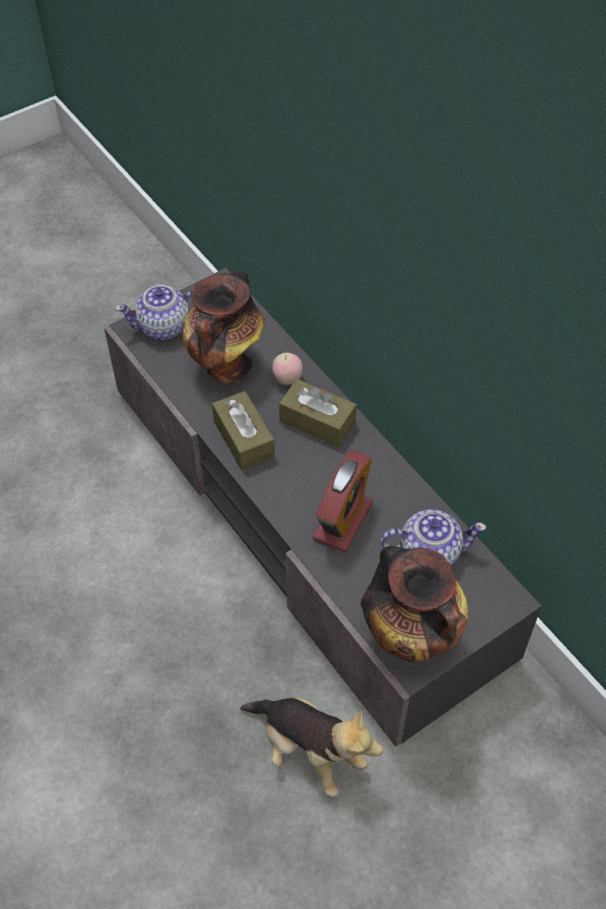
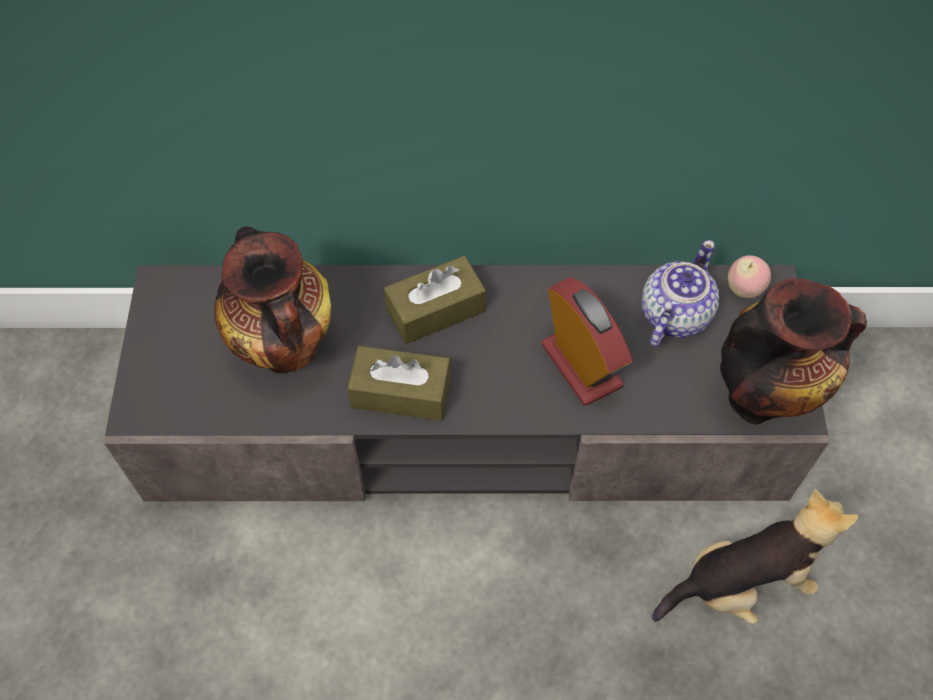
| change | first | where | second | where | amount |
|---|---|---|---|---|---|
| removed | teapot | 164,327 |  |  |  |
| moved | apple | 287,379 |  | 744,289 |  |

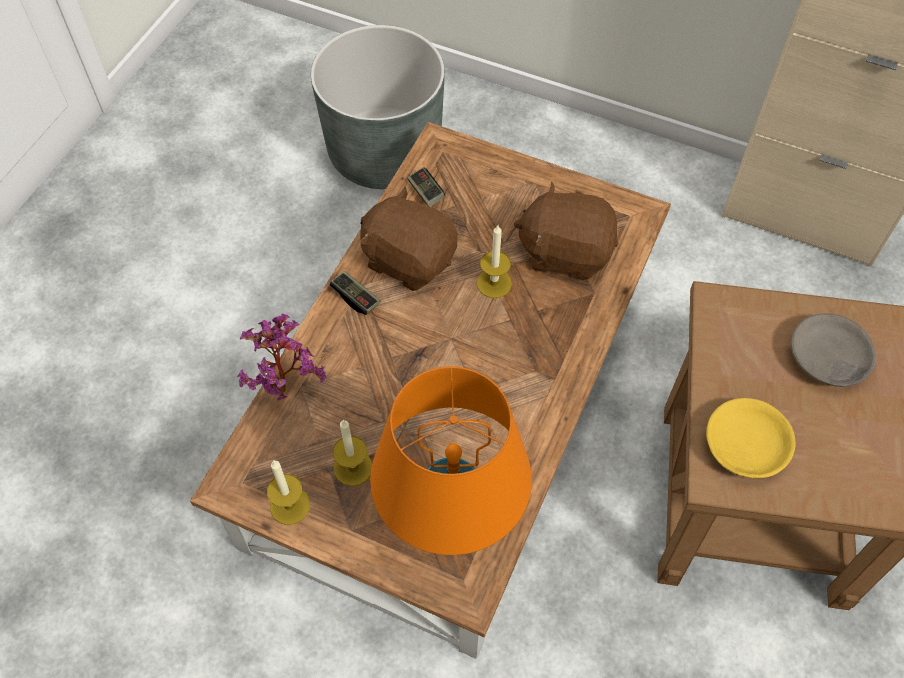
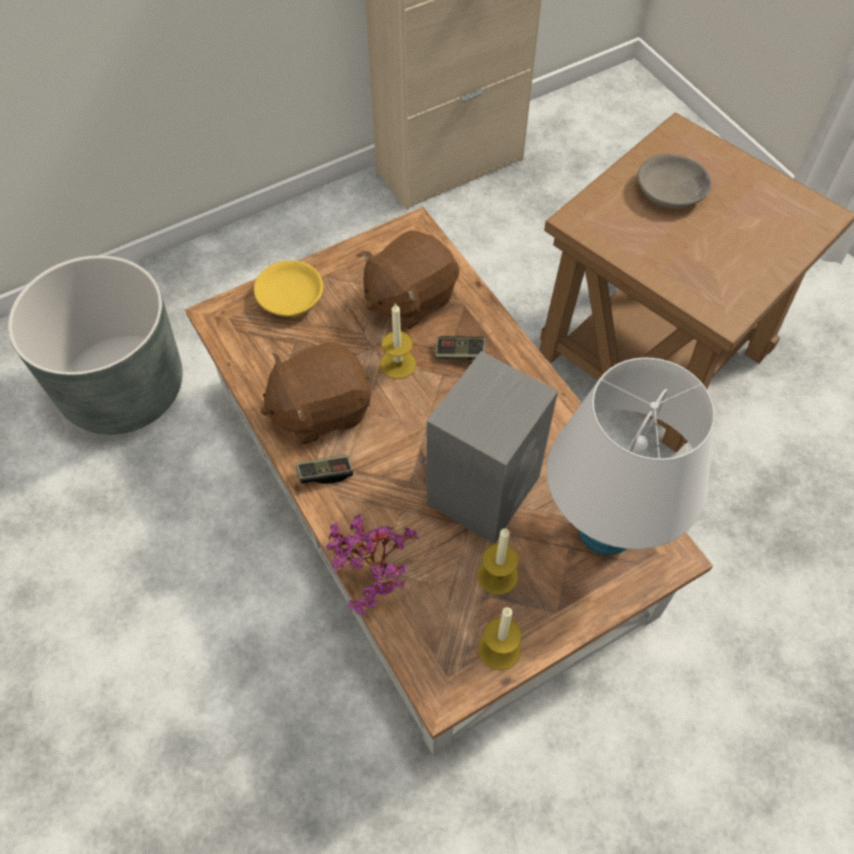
| change | first | where | second | where | amount |
|---|---|---|---|---|---|
| moved | game controller | 426,192 |  | 460,354 |  |
| recoloured | orange table lamp | 451,526 | white table lamp | 604,532 |  |
| moved | yellow bowl | 744,446 |  | 290,298 |  |
| added |  |  | grey speaker | 485,488 |  |

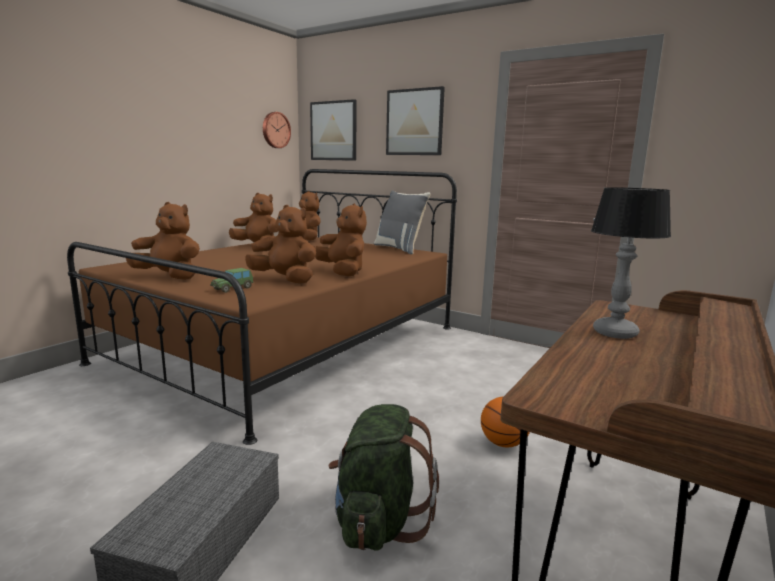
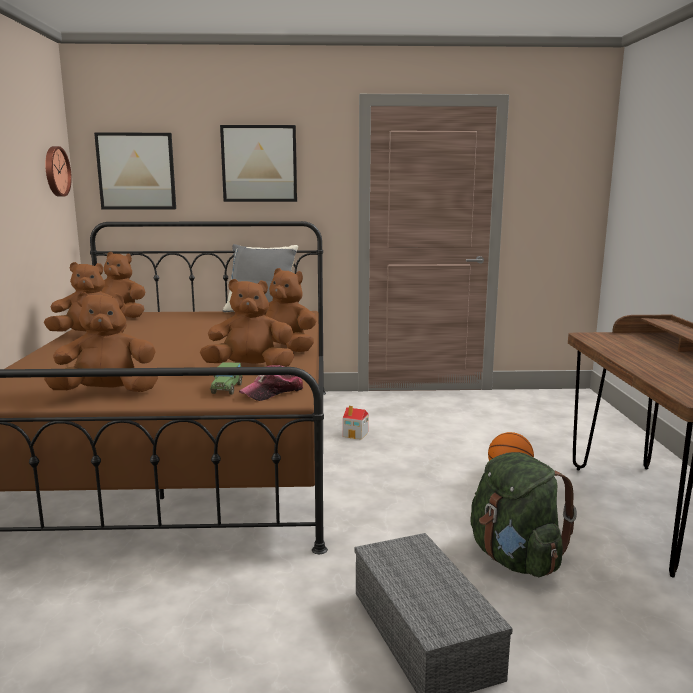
| change | first | where | second | where | amount |
|---|---|---|---|---|---|
| removed | table lamp | 614,333 |  |  |  |
| added |  |  | cap | 273,392 |  |
| added |  |  | toy house | 356,434 |  |

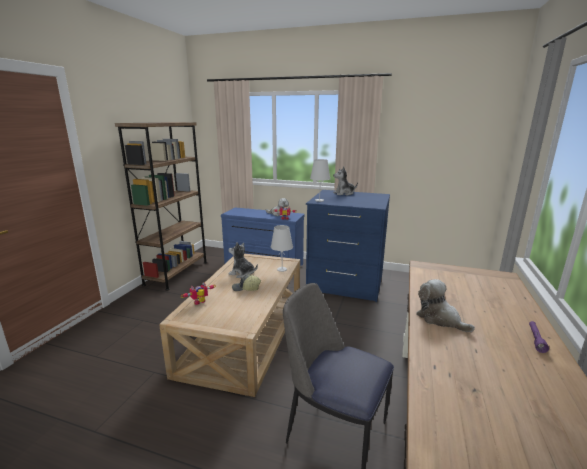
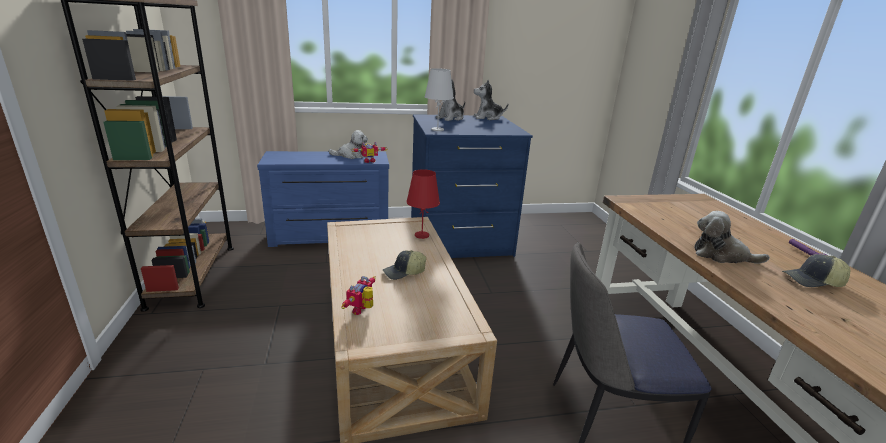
| change | first | where | second | where | amount |
|---|---|---|---|---|---|
| recoloured | white table lamp | 282,269 | red table lamp | 422,235 |  |
| moved | plush toy | 242,274 |  | 487,118 |  |
| added |  |  | cap | 813,281 |  |

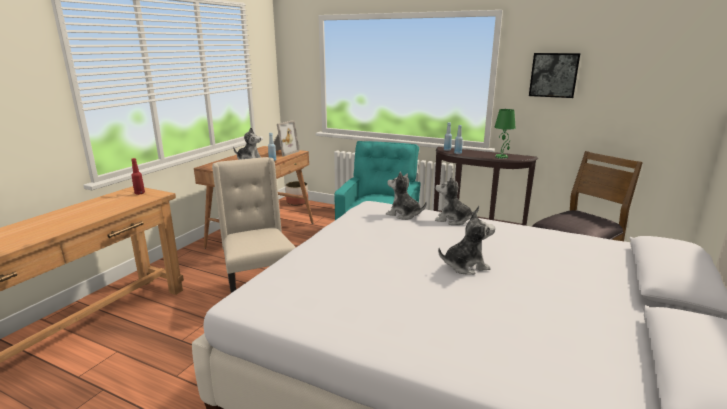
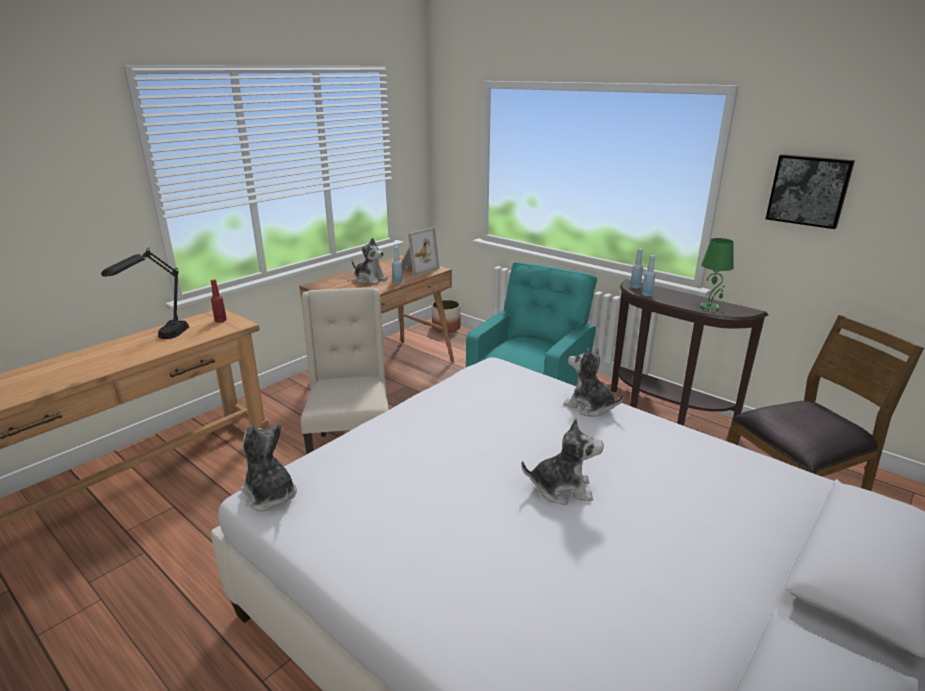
| change | first | where | second | where | amount |
|---|---|---|---|---|---|
| moved | plush toy | 404,215 |  | 269,495 |  |
| added |  |  | black table lamp | 161,341 |  |

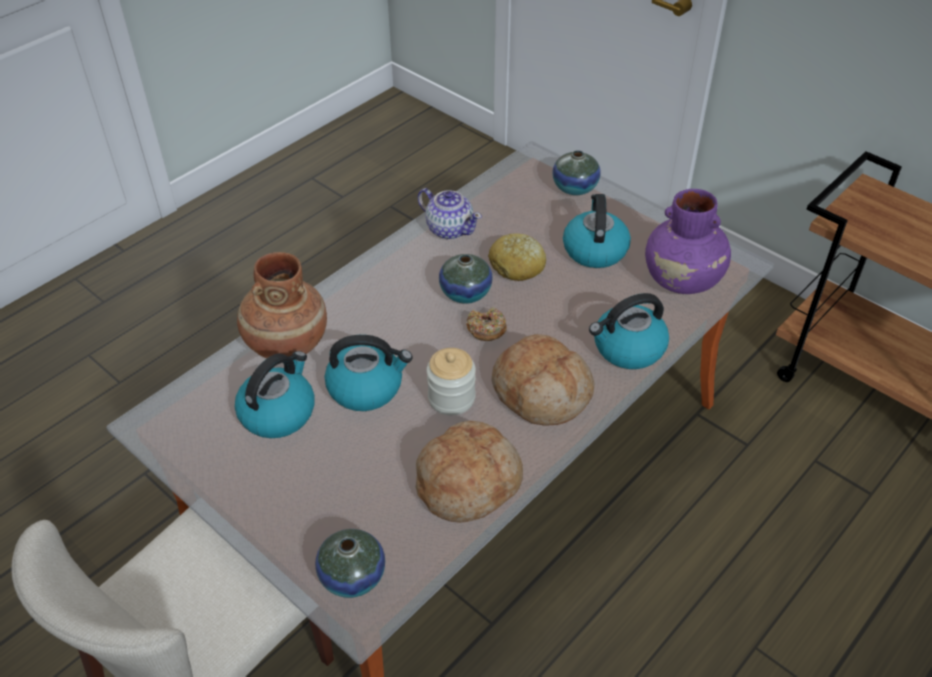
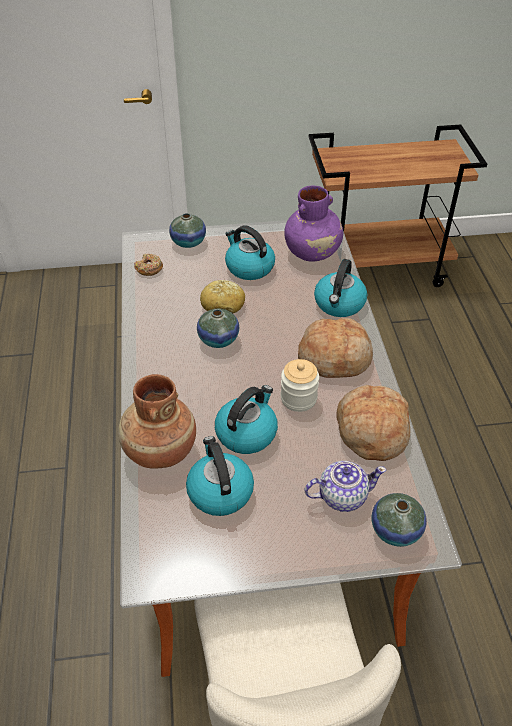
| change | first | where | second | where | amount |
|---|---|---|---|---|---|
| moved | teapot | 449,229 |  | 342,496 |  |
| moved | donut | 486,329 |  | 149,268 |  |

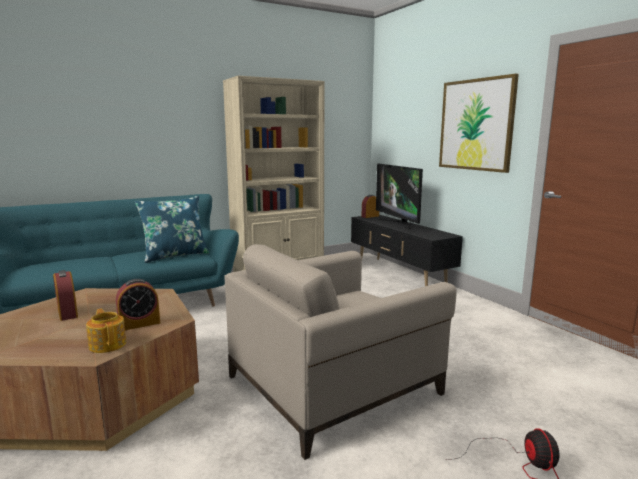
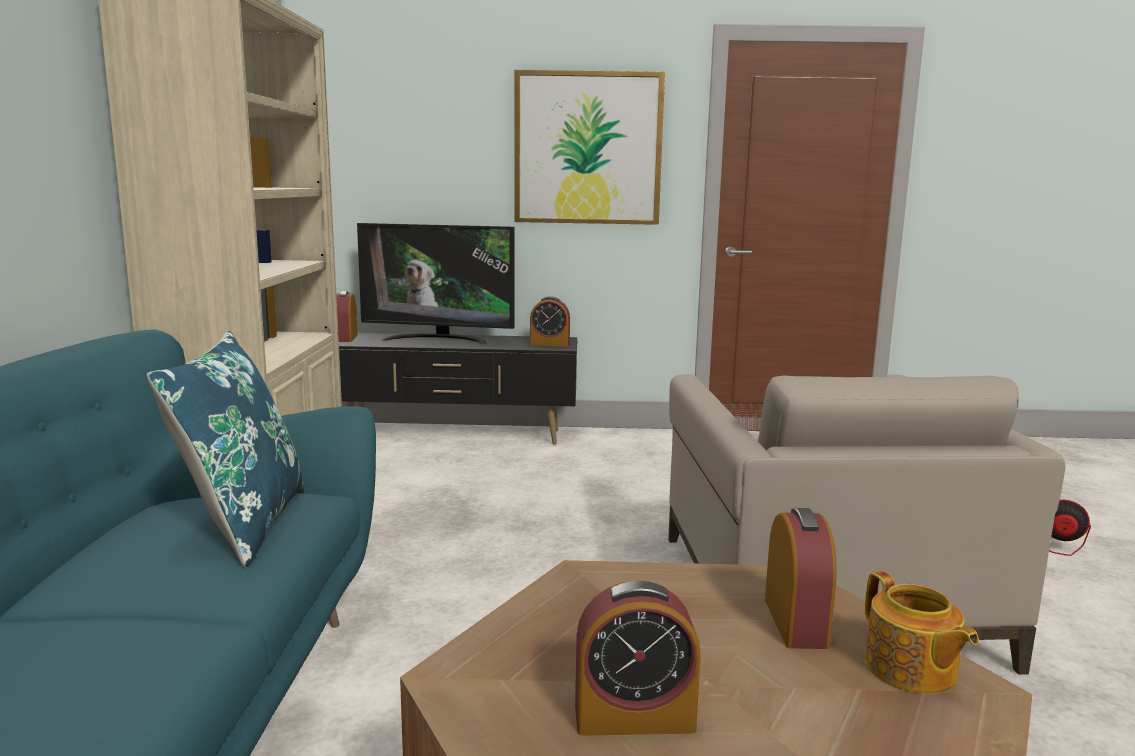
| change | first | where | second | where | amount |
|---|---|---|---|---|---|
| turned | teapot | 108,344 |  | 910,670 | 105 degrees counterclockwise |
| added |  |  | alarm clock | 549,344 |  |

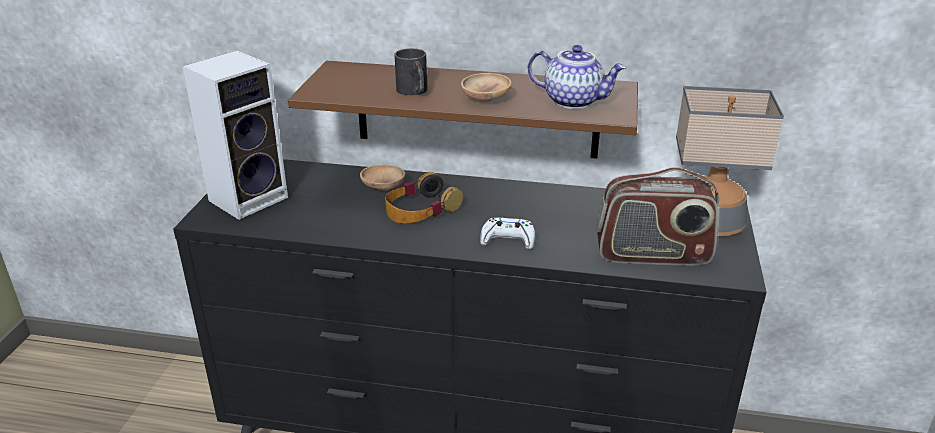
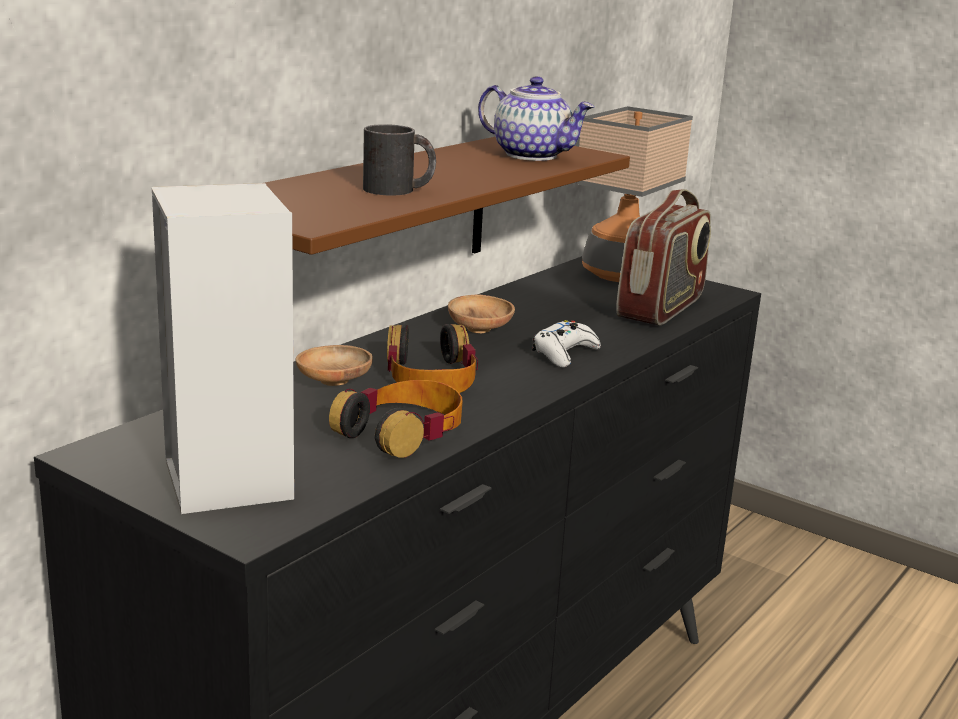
| change | first | where | second | where | amount |
|---|---|---|---|---|---|
| turned | teapot | 574,101 |  | 533,155 | 75 degrees clockwise |
| moved | brown bowl | 486,99 |  | 480,329 |  |
| added |  |  | headphones | 402,431 |  |

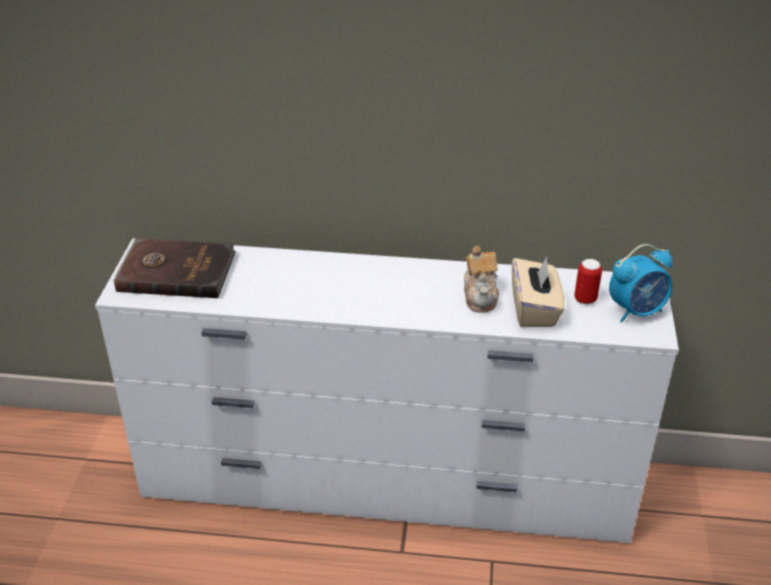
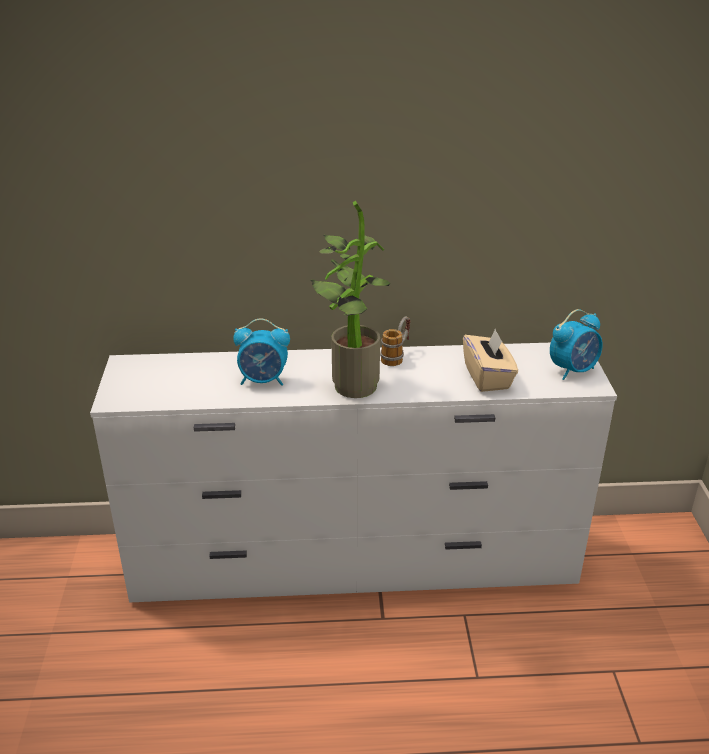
| change | first | where | second | where | amount |
|---|---|---|---|---|---|
| removed | brown book | 176,271 |  |  |  |
| removed | teapot | 480,296 |  |  |  |
| removed | can | 585,299 |  |  |  |
| added |  |  | potted plant | 349,383 |  |
| added |  |  | mug | 397,356 |  |
| added |  |  | alarm clock | 263,380 |  |

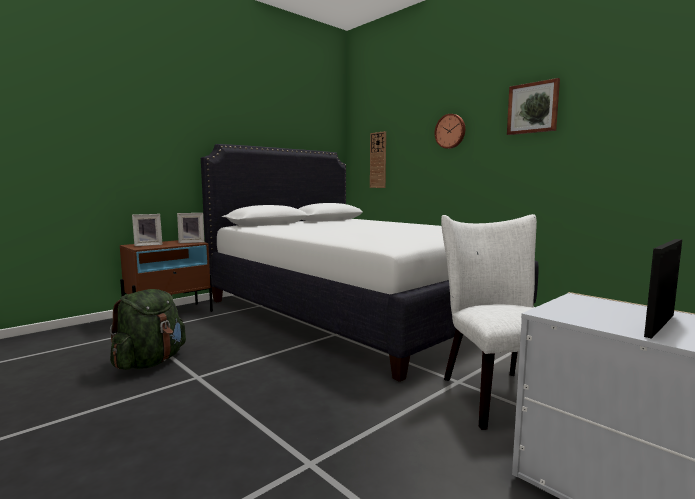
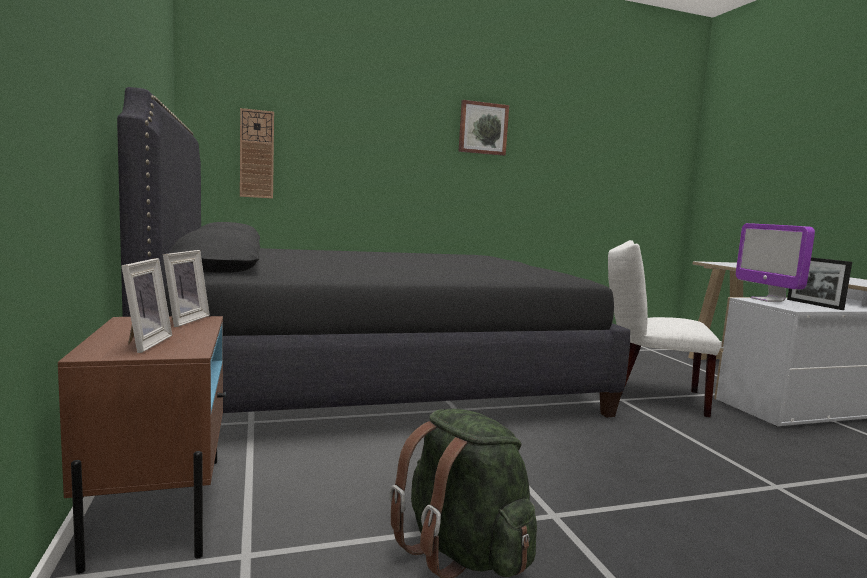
| change | first | where | second | where | amount |
|---|---|---|---|---|---|
| removed | wall clock | 450,131 |  |  |  |
| recoloured | white bed | 358,309 | black bed | 373,379 |  |
| added |  |  | monitor | 767,300 |  |

